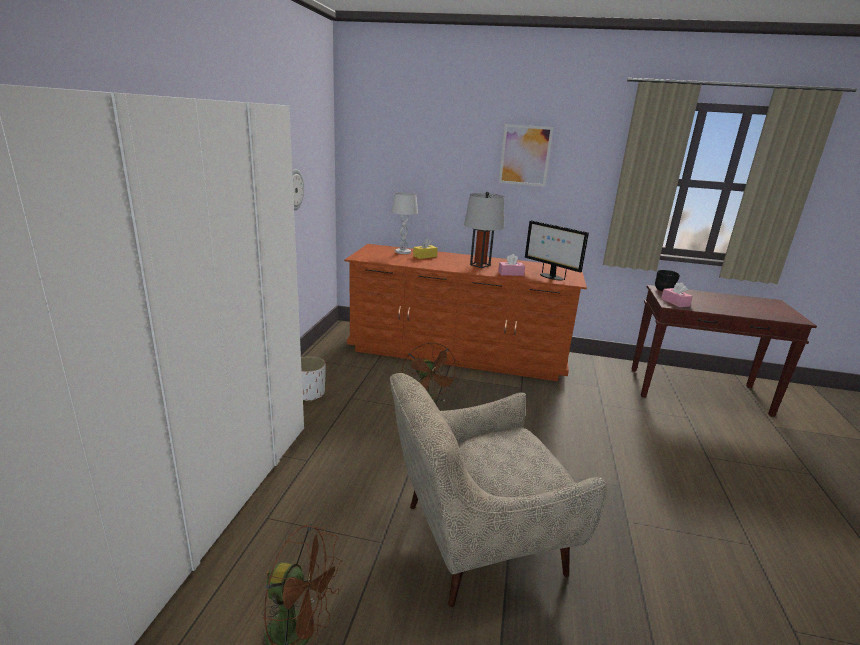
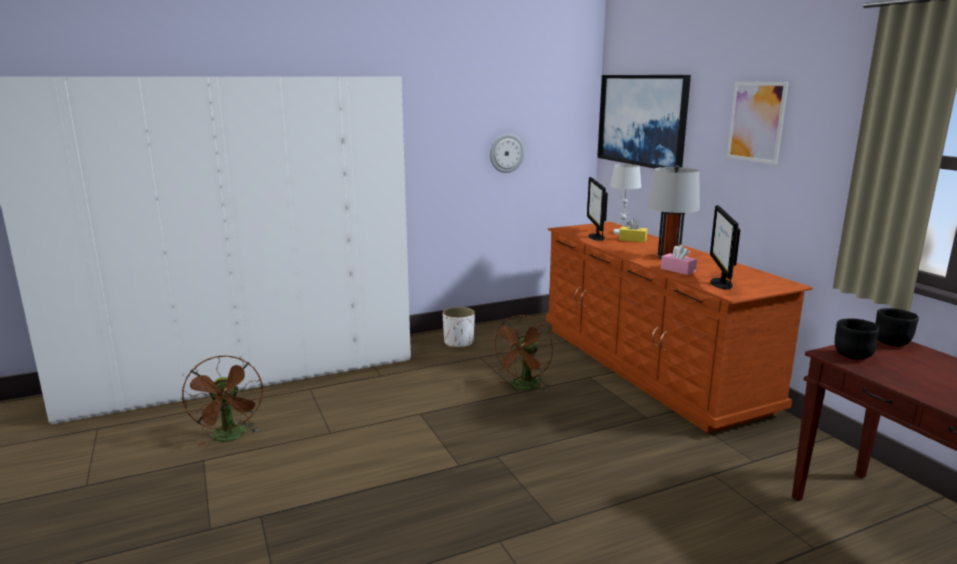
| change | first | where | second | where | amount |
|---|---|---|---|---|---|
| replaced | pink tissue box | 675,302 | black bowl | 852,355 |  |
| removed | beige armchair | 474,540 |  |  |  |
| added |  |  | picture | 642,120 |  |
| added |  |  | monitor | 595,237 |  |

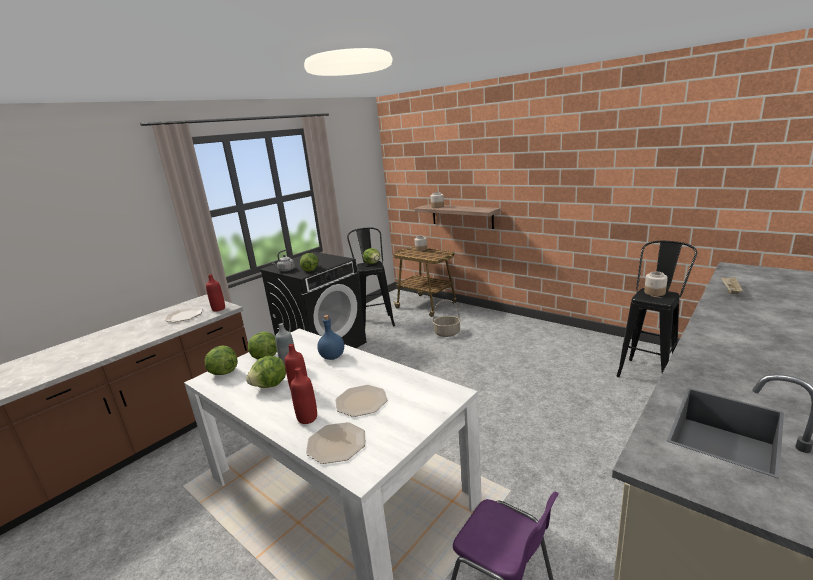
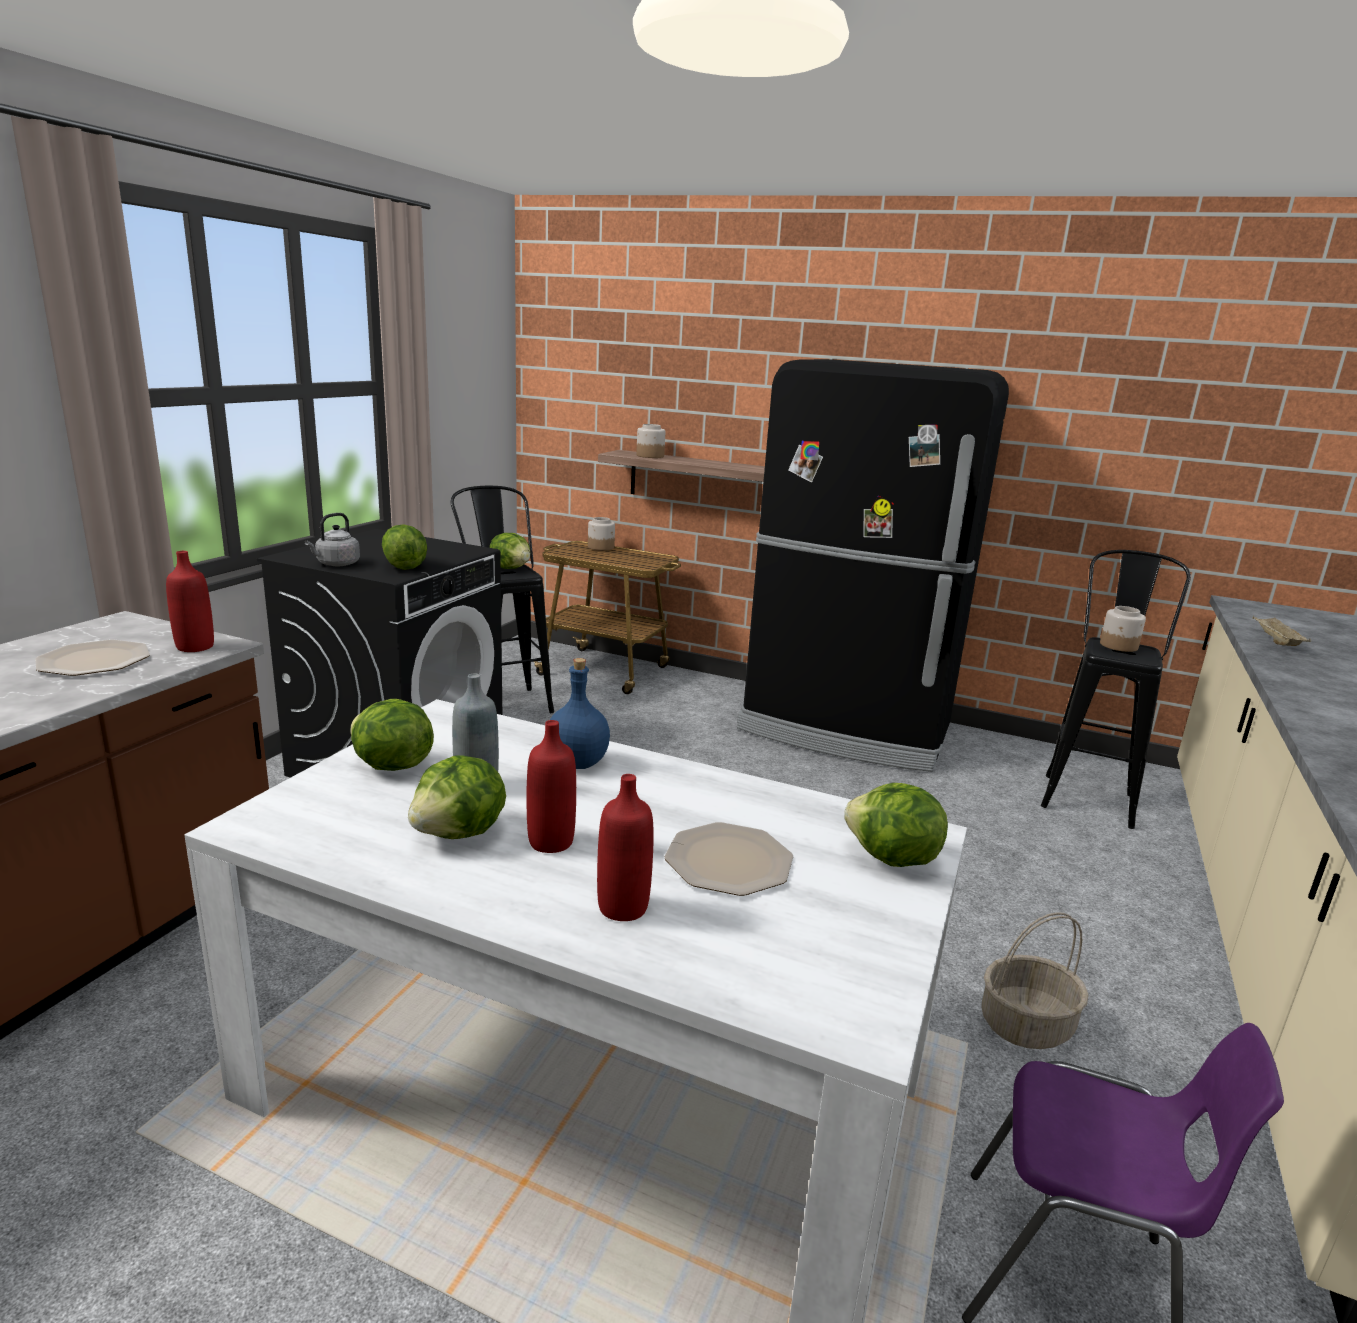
| change | first | where | second | where | amount |
|---|---|---|---|---|---|
| moved | basket | 447,333 |  | 1026,1024 |  |
| moved | lettuce | 223,372 |  | 892,859 |  |
| removed | plate | 335,444 |  |  |  |
| added |  |  | black fridge | 846,728 |  |

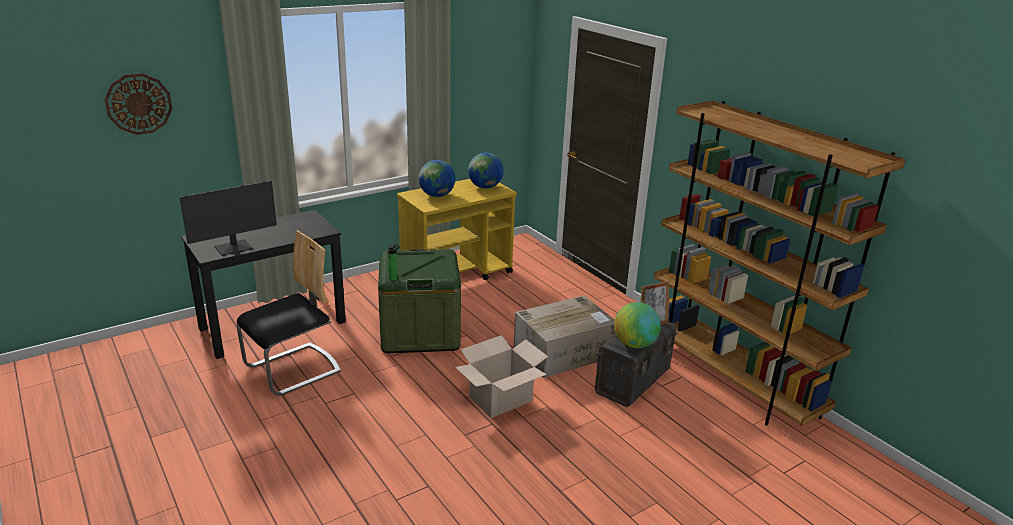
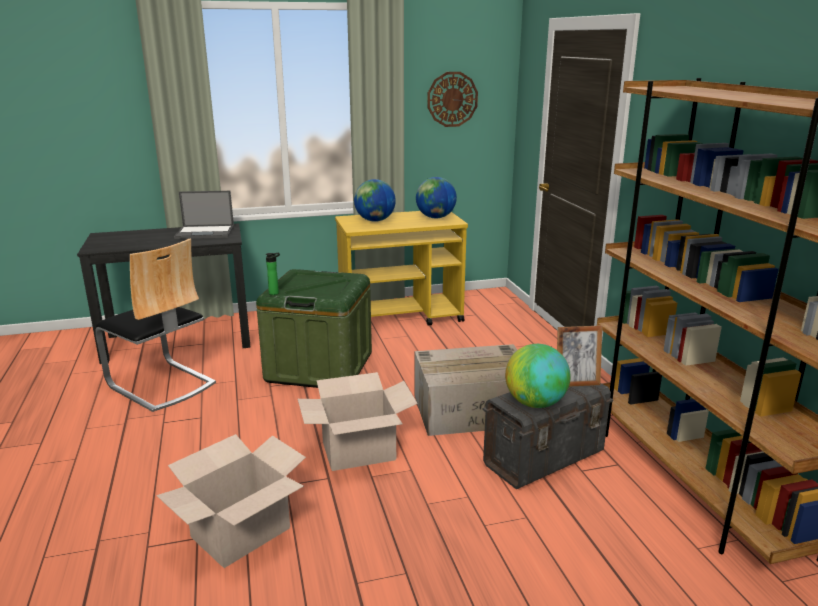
| change | first | where | second | where | amount |
|---|---|---|---|---|---|
| moved | wall clock | 138,104 |  | 452,99 |  |
| removed | monitor | 234,248 |  |  |  |
| turned | chair | 293,370 |  | 161,384 | 60 degrees clockwise |
| added |  |  | laptop | 206,232 |  |
| added |  |  | cardboard box | 240,532 |  |

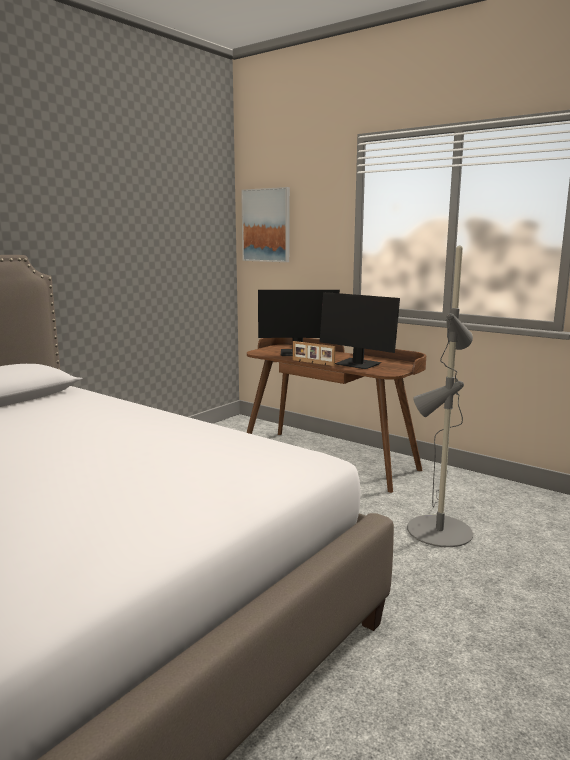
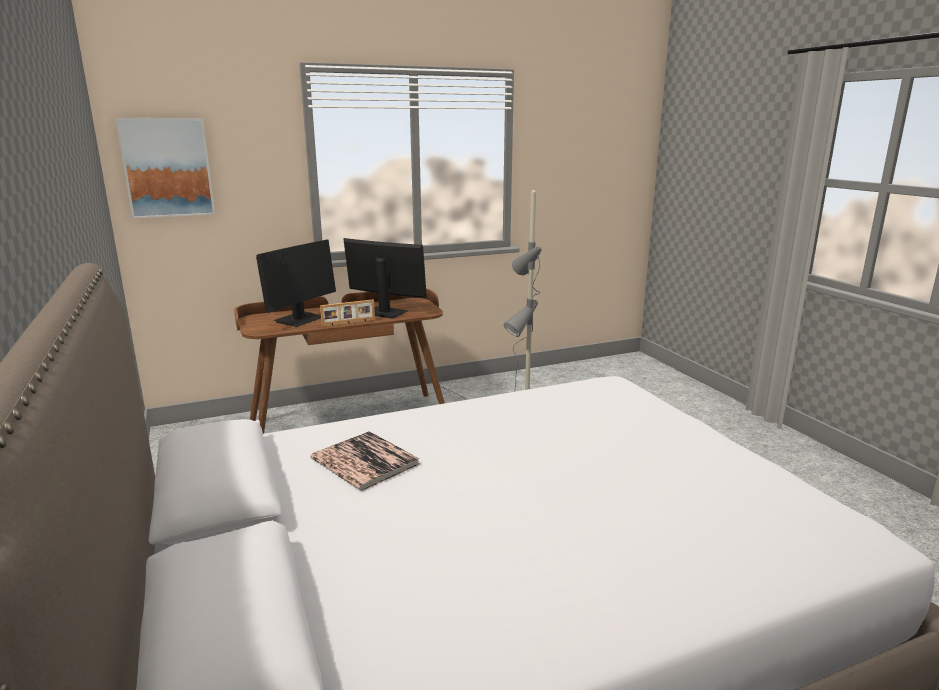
| change | first | where | second | where | amount |
|---|---|---|---|---|---|
| turned | monitor | 358,364 |  | 384,313 | 135 degrees counterclockwise |
| added |  |  | book | 365,461 |  |

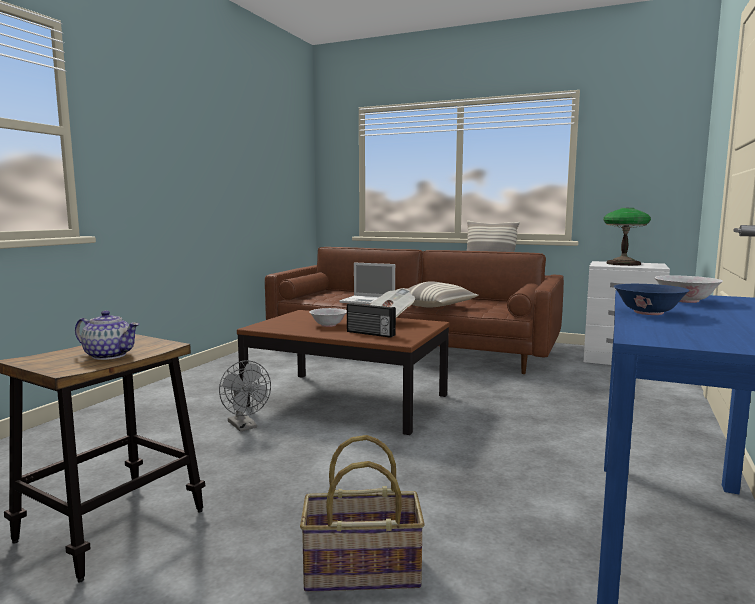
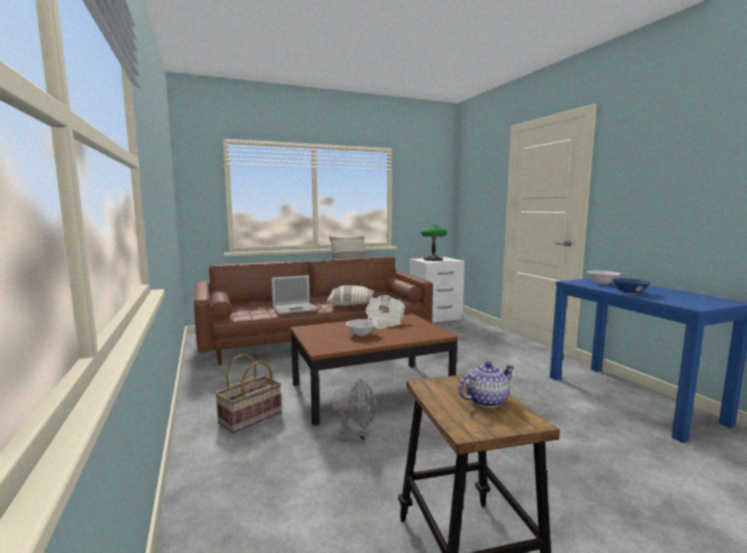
| change | first | where | second | where | amount |
|---|---|---|---|---|---|
| removed | radio | 370,334 |  |  |  |
| moved | basket | 361,571 |  | 250,418 |  |

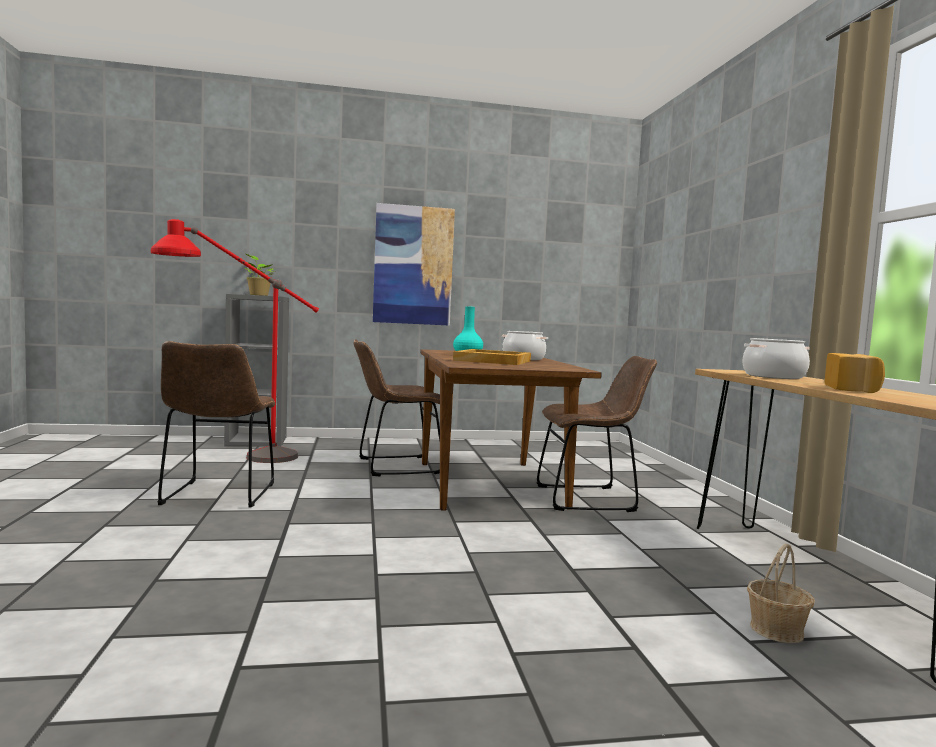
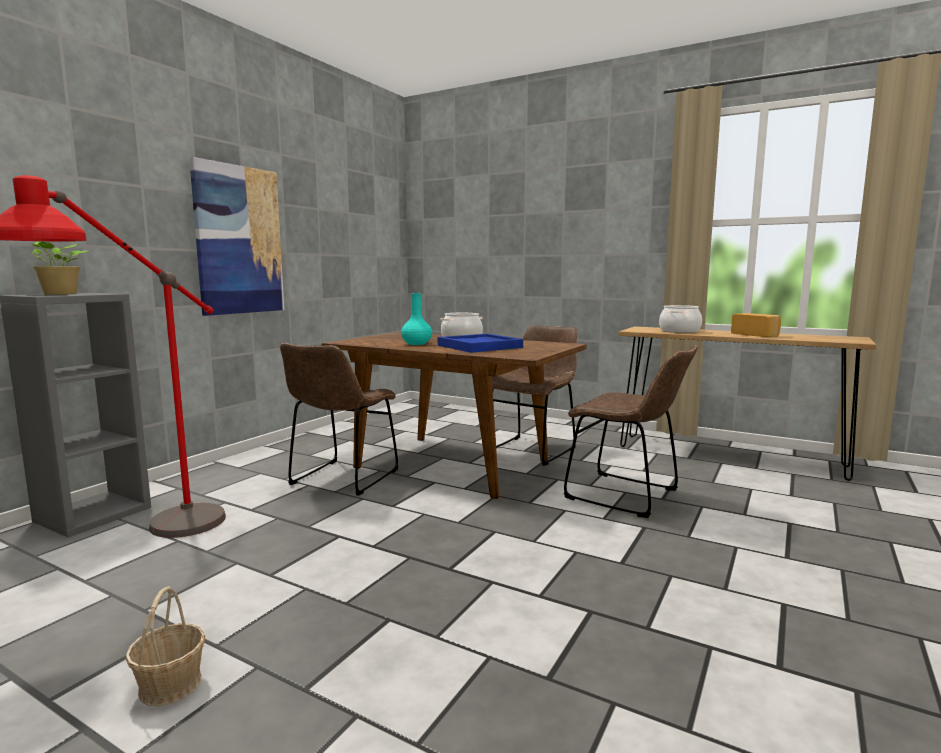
| change | first | where | second | where | amount |
|---|---|---|---|---|---|
| moved | brown chair | 217,496 |  | 627,496 |  |
| recoloured | beige tray | 493,361 | blue tray | 480,346 |  |
| moved | basket | 777,630 |  | 171,685 |  |

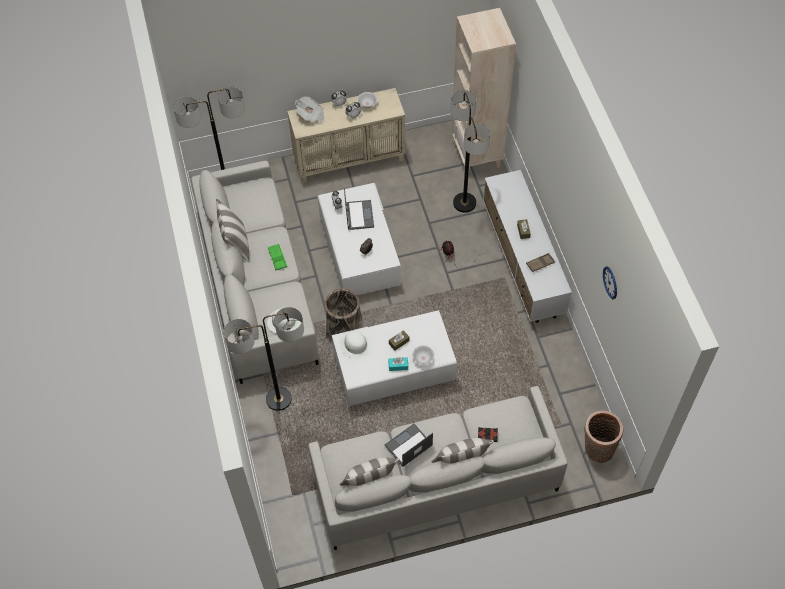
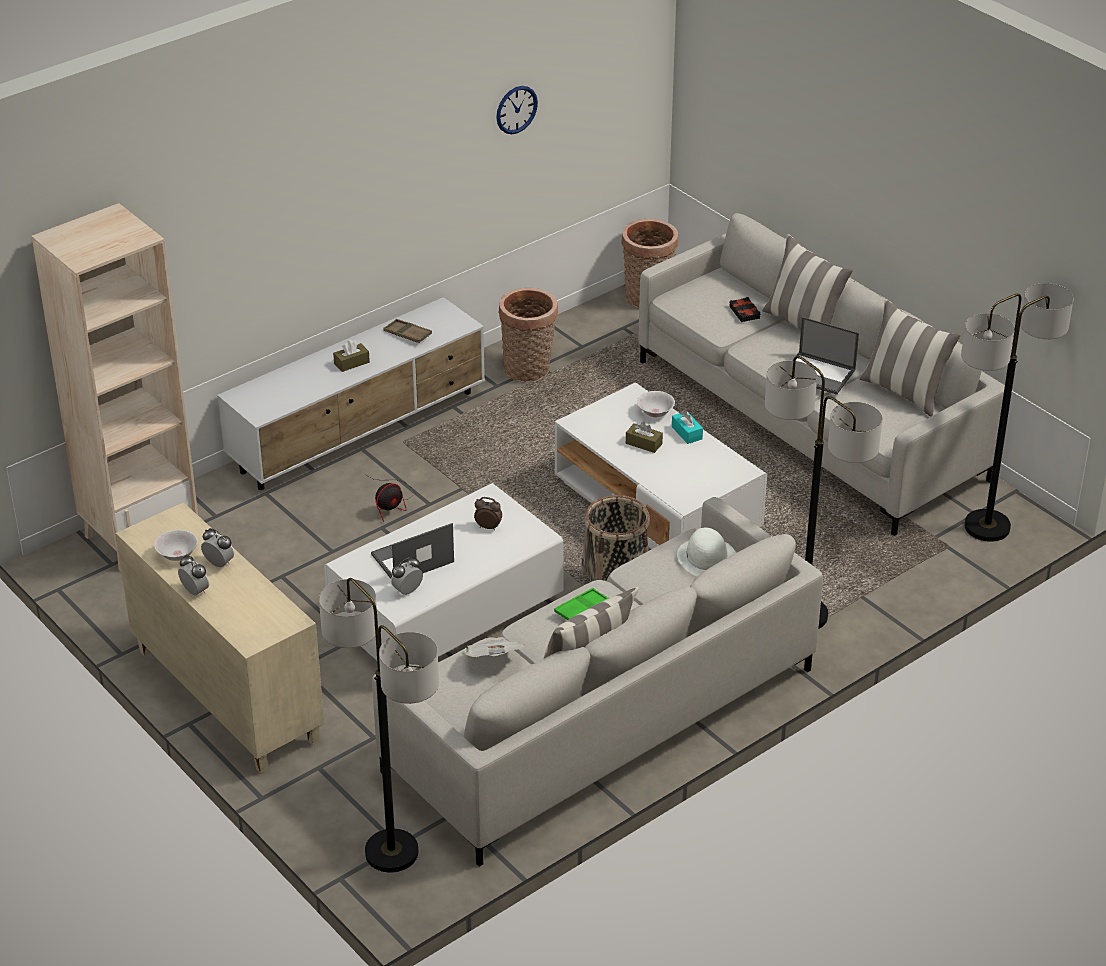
| change | first | where | second | where | amount |
|---|---|---|---|---|---|
| moved | floor lamp | 464,203 |  | 987,527 |  |
| moved | newspaper | 311,115 |  | 494,660 |  |
| removed | white hat | 356,344 |  |  |  |
| added |  |  | basket | 528,371 |  |

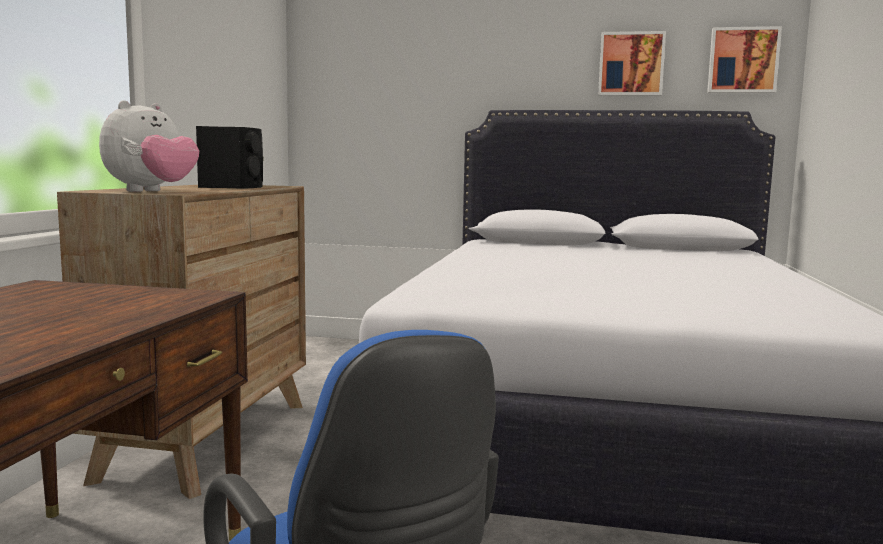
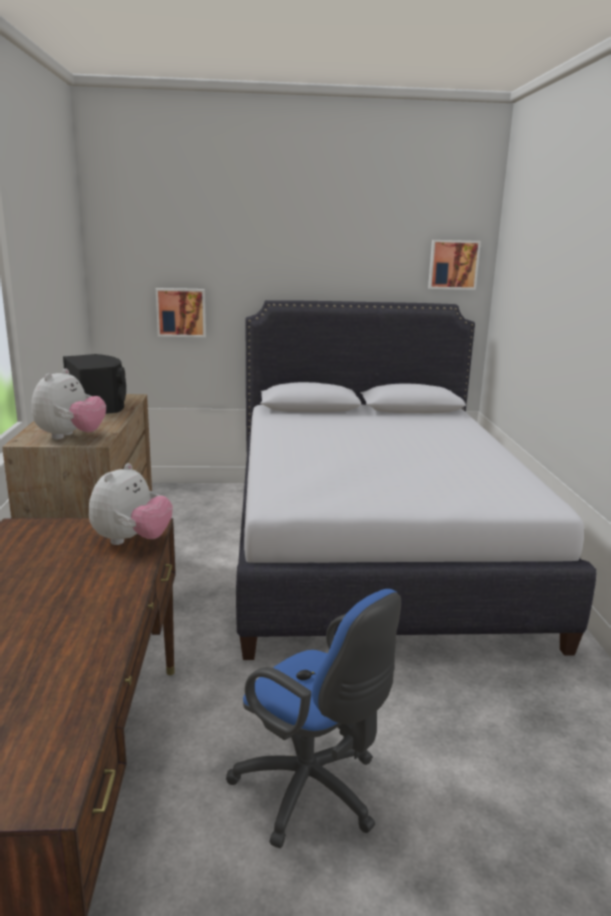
| change | first | where | second | where | amount |
|---|---|---|---|---|---|
| moved | picture | 631,64 |  | 181,312 |  |
| added |  |  | plush toy | 131,541 |  |

